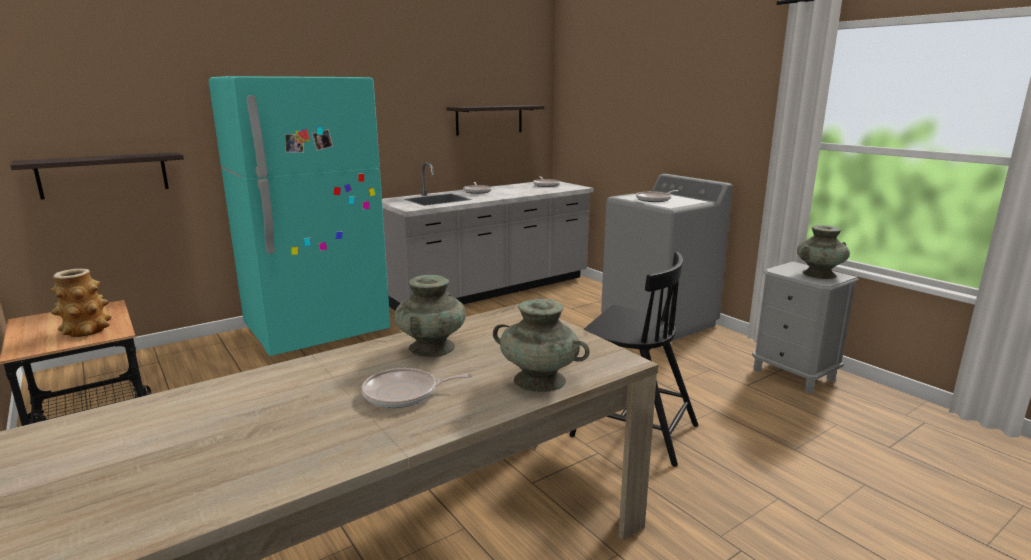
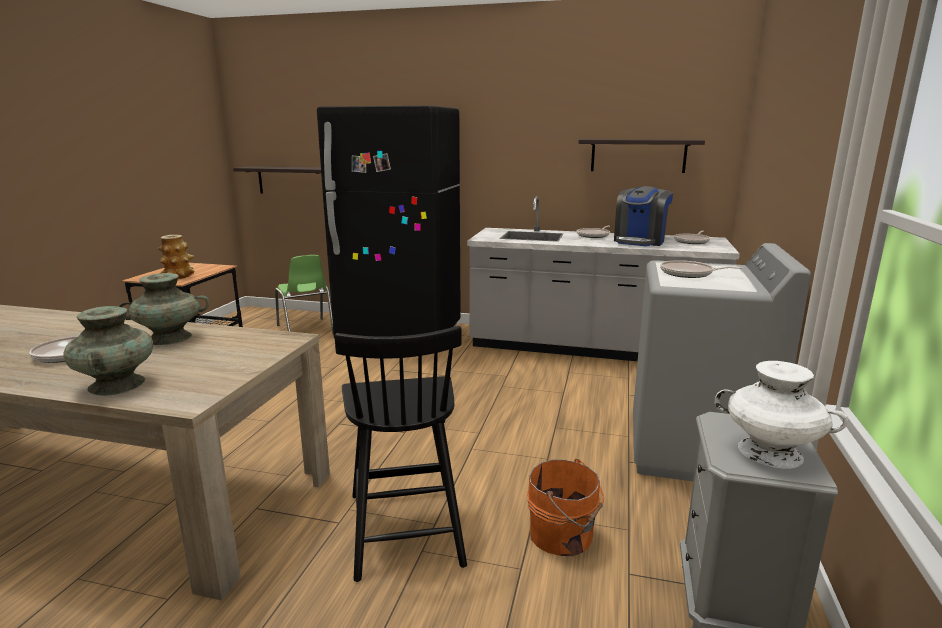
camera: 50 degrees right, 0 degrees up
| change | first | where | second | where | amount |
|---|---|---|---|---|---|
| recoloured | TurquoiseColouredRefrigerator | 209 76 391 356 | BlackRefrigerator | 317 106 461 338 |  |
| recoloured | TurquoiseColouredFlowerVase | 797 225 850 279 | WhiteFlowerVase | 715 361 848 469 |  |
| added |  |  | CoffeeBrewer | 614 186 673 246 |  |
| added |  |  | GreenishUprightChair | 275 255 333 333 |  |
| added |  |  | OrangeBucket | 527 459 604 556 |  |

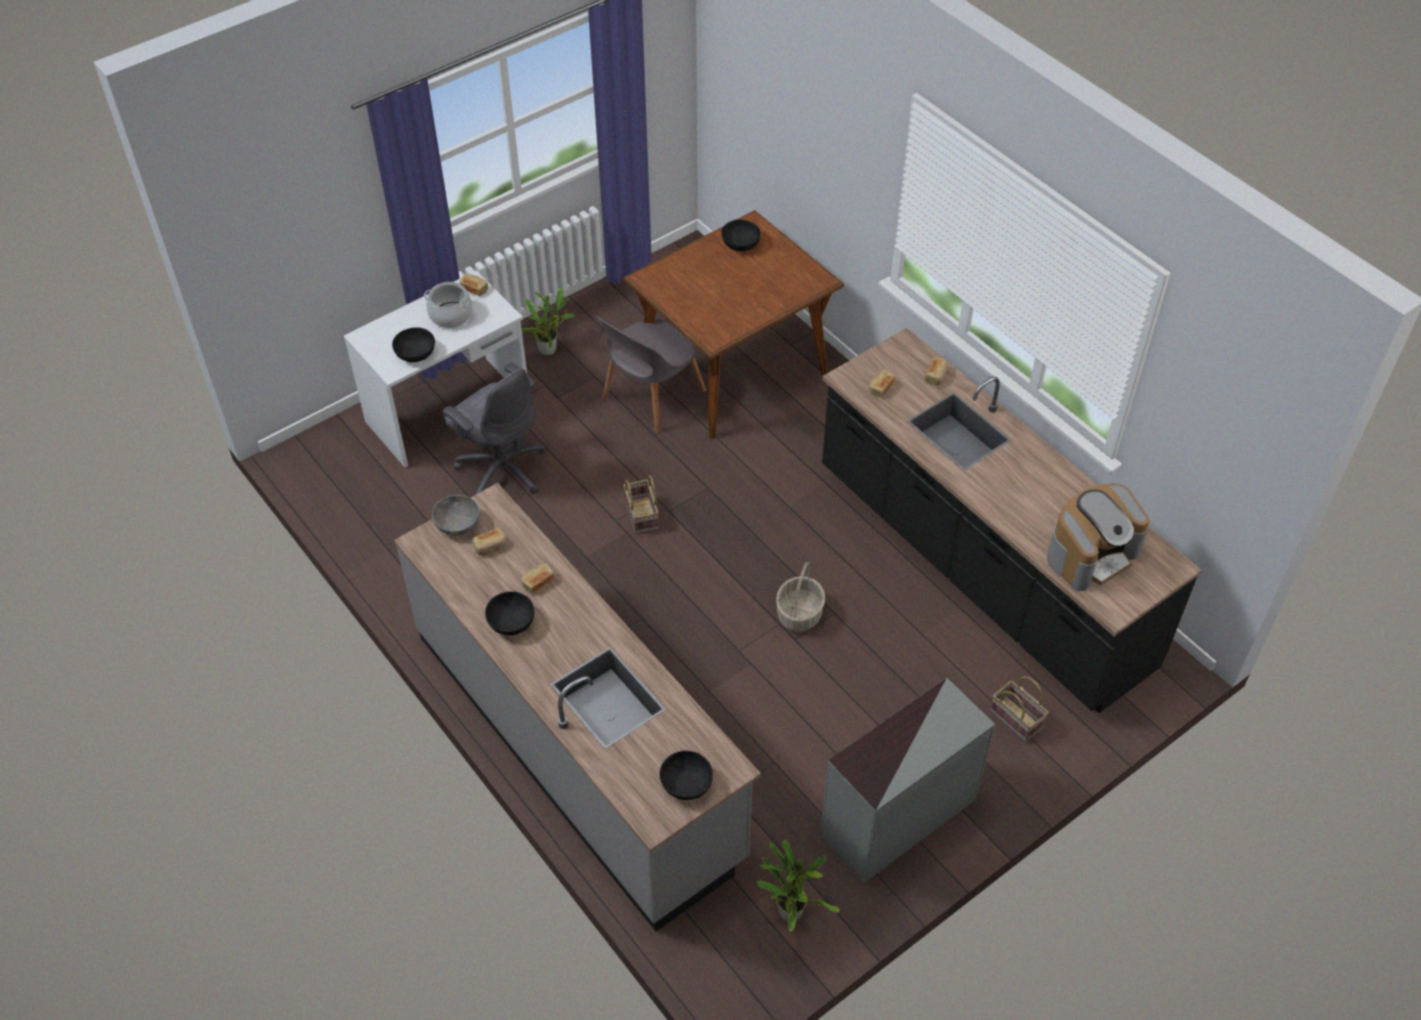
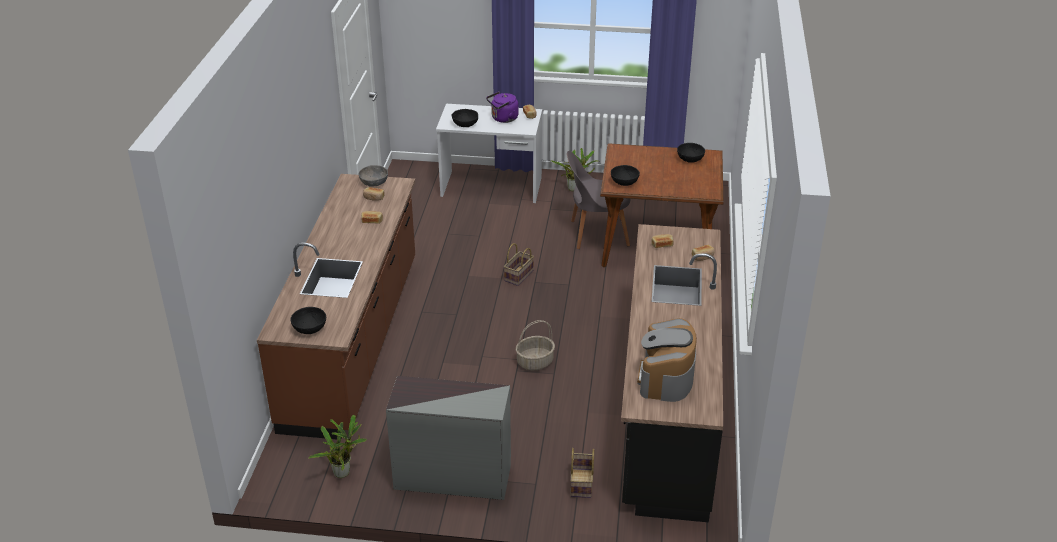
camera: 45 degrees right, 15 degrees down
| change | first | where | second | where | amount |
|---|---|---|---|---|---|
| replaced | CookingPot | 424 282 473 328 | PurpleTeaKettle | 486 91 519 123 |  |
| removed | GreyOfficeChair | 443 363 545 495 |  |  |  |
| recoloured | GreyCounter | 394 483 761 931 | BrownCounter | 257 174 415 439 |  |
| turned | CoffeeBrewer | 1047 483 1150 591 |  | 637 318 697 402 | 90 degrees clockwise |
| moved | BlackDeepDish | 485 591 534 635 |  | 611 165 640 186 |  |

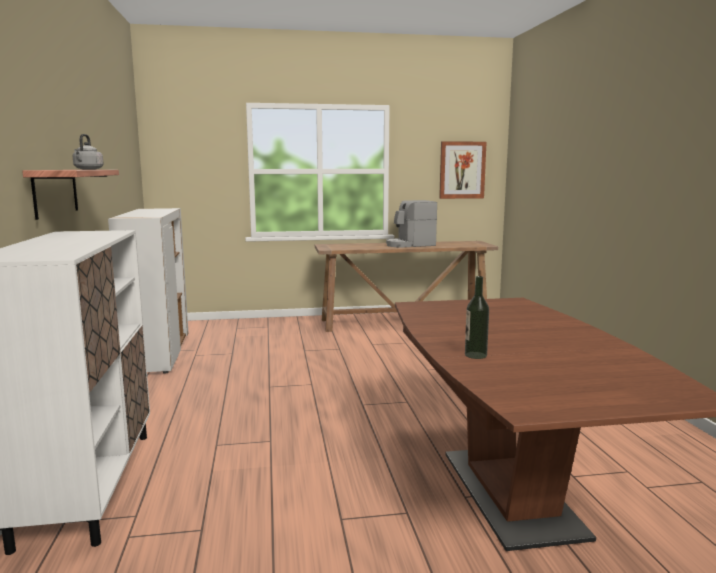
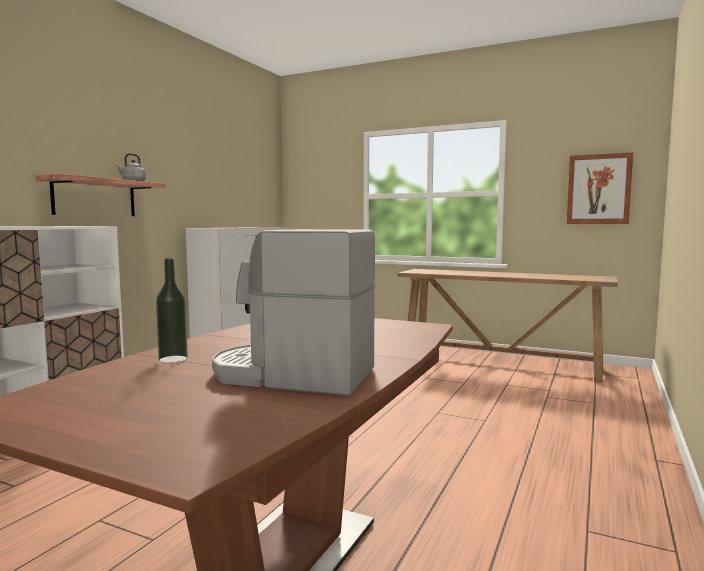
camera: 35 degrees right, 5 degrees down
| change | first | where | second | where | amount |
|---|---|---|---|---|---|
| moved | CoffeeBrewer | 386 200 437 248 |  | 212 229 376 396 |  |

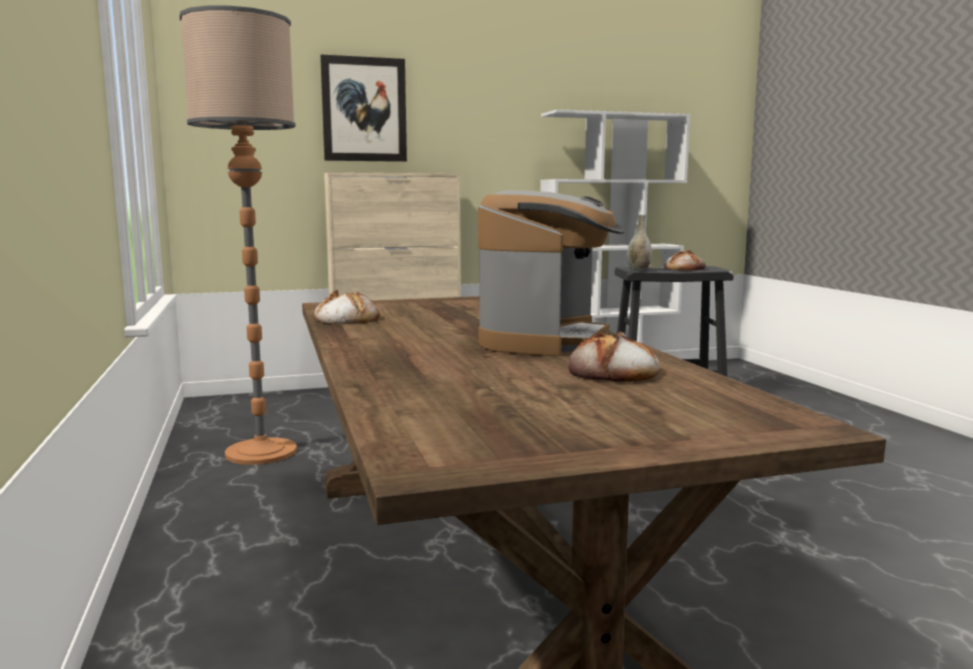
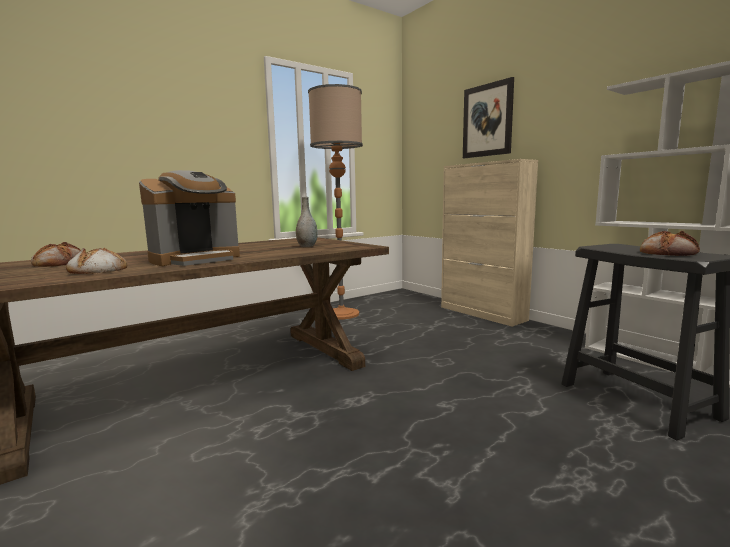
camera: 70 degrees right, 0 degrees up
| change | first | where | second | where | amount |
|---|---|---|---|---|---|
| turned | CoffeeBrewer | 478 190 625 356 |  | 139 170 240 266 | 45 degrees counterclockwise |
| moved | GreyFlowerVase | 627 214 652 271 |  | 296 197 318 247 |  |
| moved | BakeryBread | 314 290 380 324 |  | 31 242 81 267 |  |

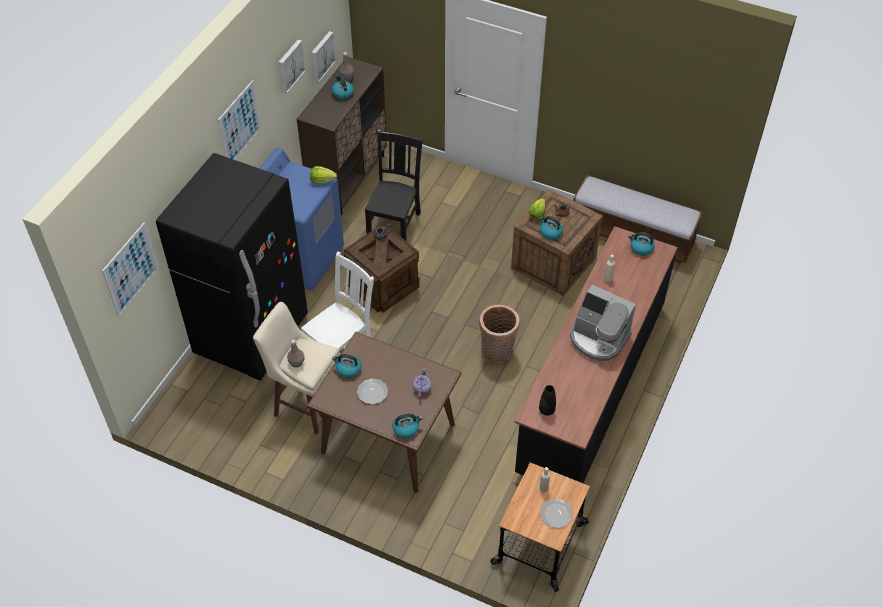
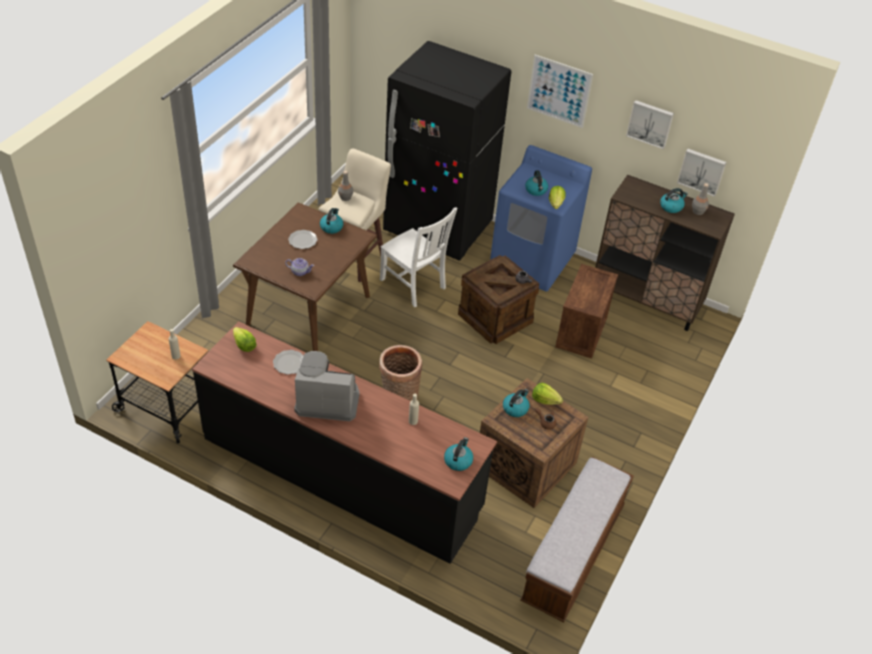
camera: 90 degrees right, 5 degrees down
| change | first | where | second | where | amount |
|---|---|---|---|---|---|
| replaced | BlackUprightChair | 365 129 423 241 | ShippingCrate | 555 264 618 358 |  |
| removed | WallPicture | 102 222 159 317 |  |  |  |
| turned | CoffeeBrewer | 570 285 636 361 |  | 294 351 359 421 | 60 degrees clockwise |
| replaced | BlackFlowerVase | 539 385 556 415 | HeadOfLettuce | 233 327 257 352 |  |
| moved | TeaKettle | 392 414 422 438 |  | 525 170 548 196 |  |
| moved | Plate | 540 498 573 528 |  | 273 350 304 375 |  |

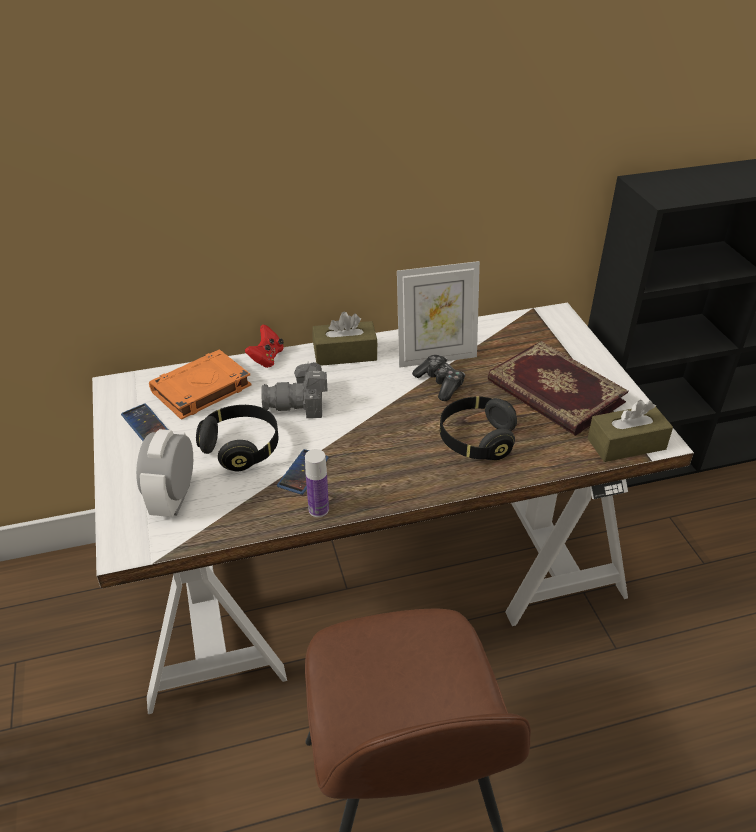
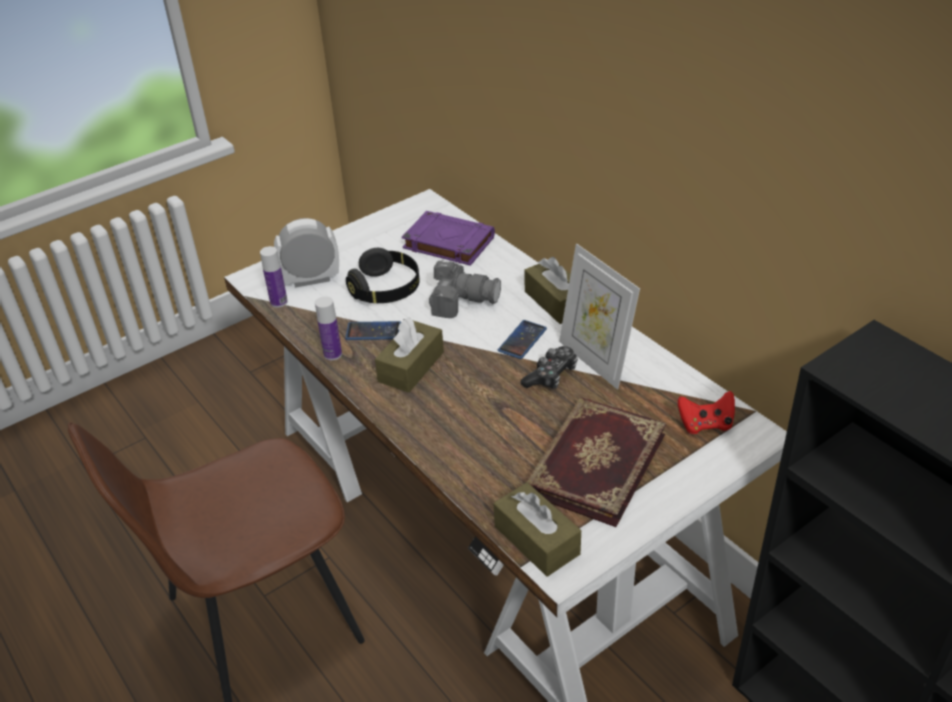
camera: 70 degrees right, 0 degrees up
| change | first | where | second | where | amount |
|---|---|---|---|---|---|
| moved | ReddishJoypad | 245 325 284 368 |  | 678 391 735 434 |  |
| recoloured | OrangeBoundBook | 149 349 252 420 | PurpleBoundBook | 402 211 495 266 |  |
| turned | StillCamera | 262 361 328 418 |  | 429 260 501 318 | 135 degrees clockwise |
| removed | BlackPairOfHeadphones | 440 397 517 460 |  |  |  |
| moved | Handset | 121 403 168 441 |  | 498 320 547 359 |  |
| added |  |  | Bottle | 260 246 288 308 |  |
| added |  |  | BrownTissueHolder | 375 317 444 393 |  |

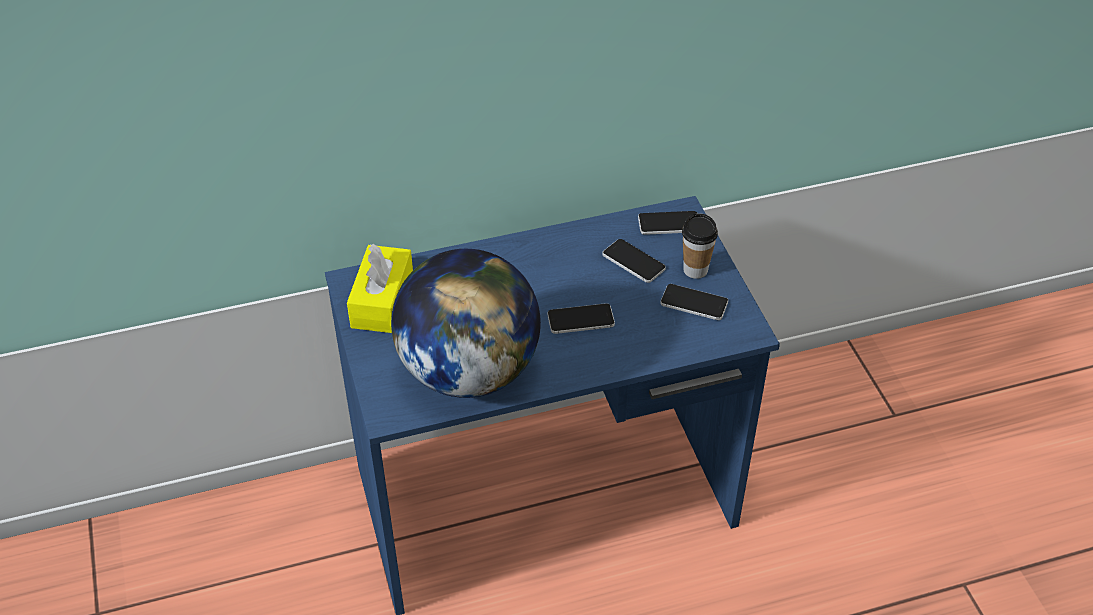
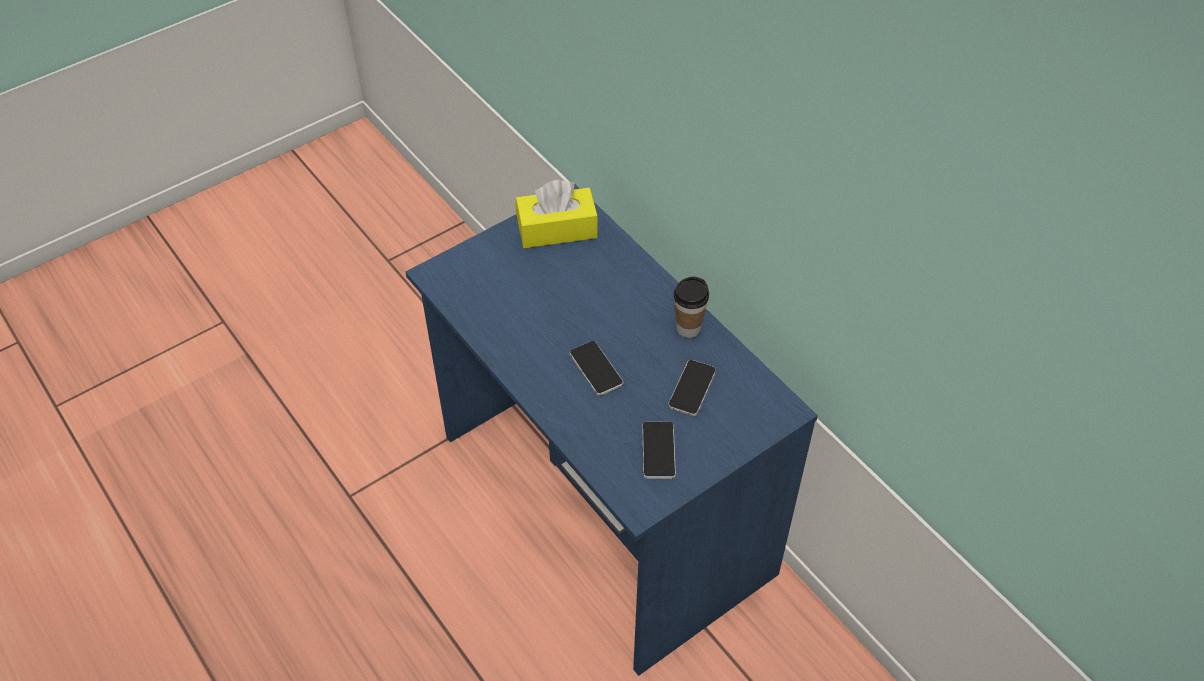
camera: 70 degrees right, 5 degrees up
| change | first | where | second | where | amount |
|---|---|---|---|---|---|
| removed | Handset | 638 211 697 235 |  |  |  |
| moved | DrinkingCup | 682 213 718 279 |  | 674 277 709 338 |  |
| removed | DeskGlobe | 391 249 541 398 |  |  |  |

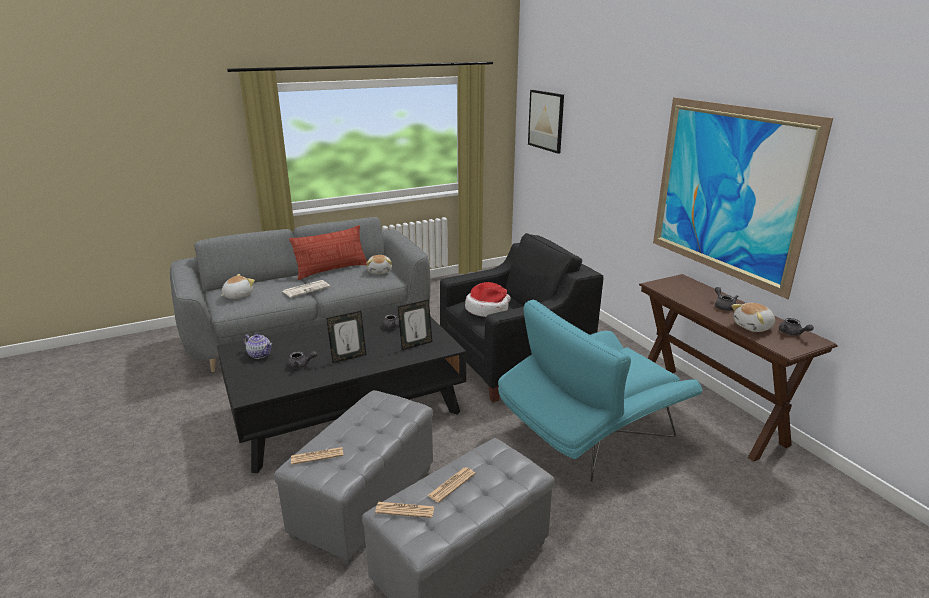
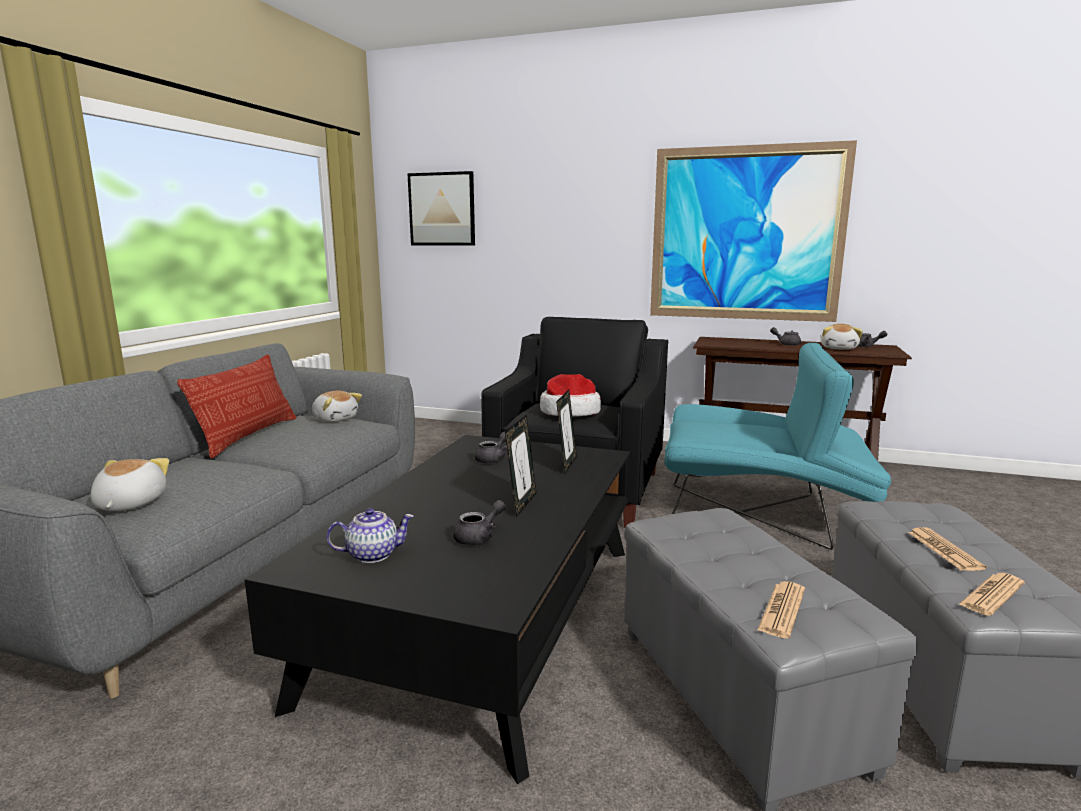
camera: 45 degrees left, 10 degrees down
| change | first | where | second | where | amount |
|---|---|---|---|---|---|
| removed | PrintedPaper | 283 280 330 297 |  |  |  |
| turned | TurquoiseColouredLoungeChair | 498 299 703 482 |  | 665 343 891 550 | 90 degrees counterclockwise |

